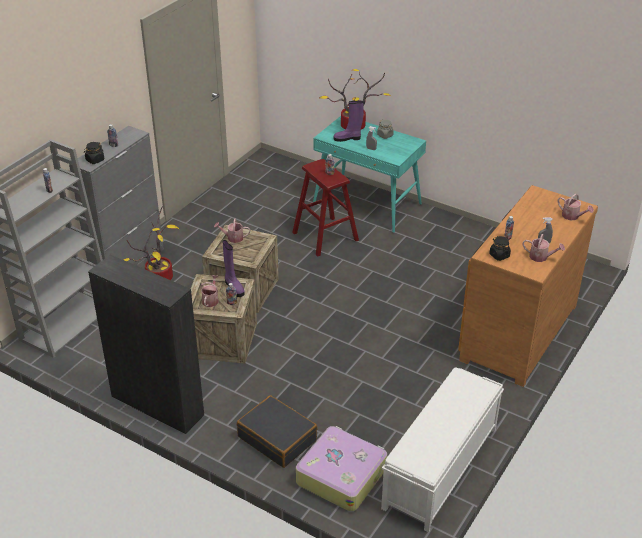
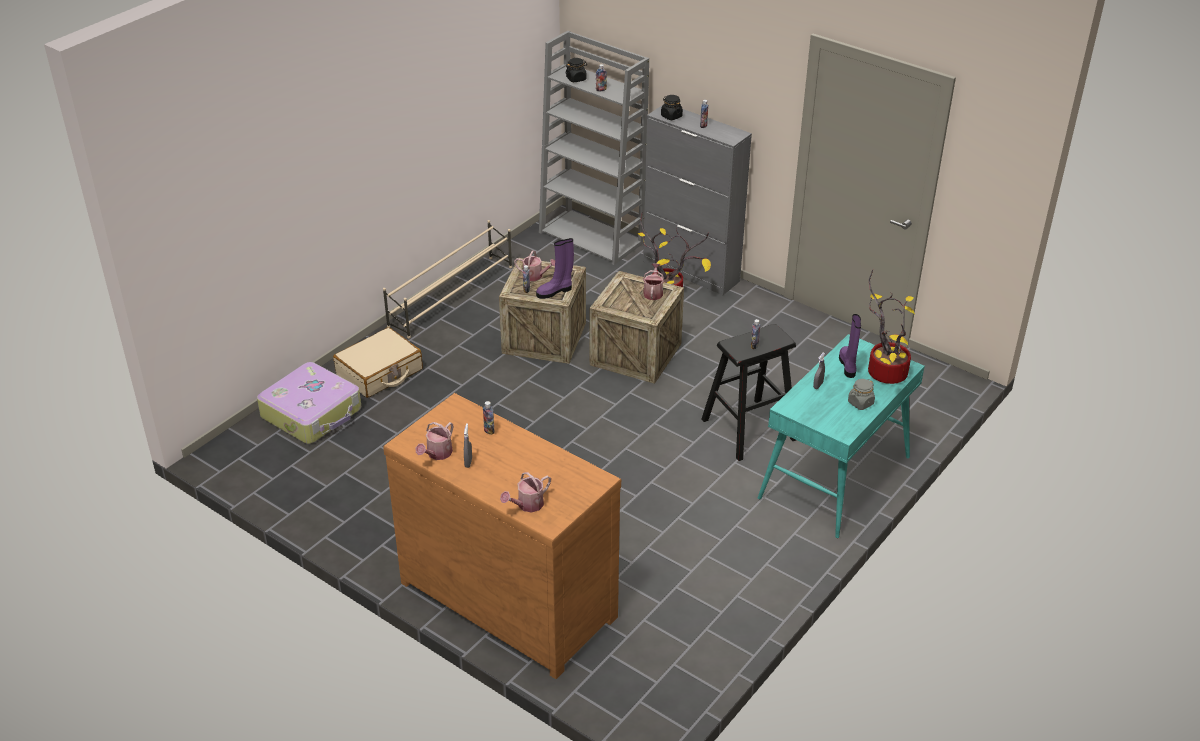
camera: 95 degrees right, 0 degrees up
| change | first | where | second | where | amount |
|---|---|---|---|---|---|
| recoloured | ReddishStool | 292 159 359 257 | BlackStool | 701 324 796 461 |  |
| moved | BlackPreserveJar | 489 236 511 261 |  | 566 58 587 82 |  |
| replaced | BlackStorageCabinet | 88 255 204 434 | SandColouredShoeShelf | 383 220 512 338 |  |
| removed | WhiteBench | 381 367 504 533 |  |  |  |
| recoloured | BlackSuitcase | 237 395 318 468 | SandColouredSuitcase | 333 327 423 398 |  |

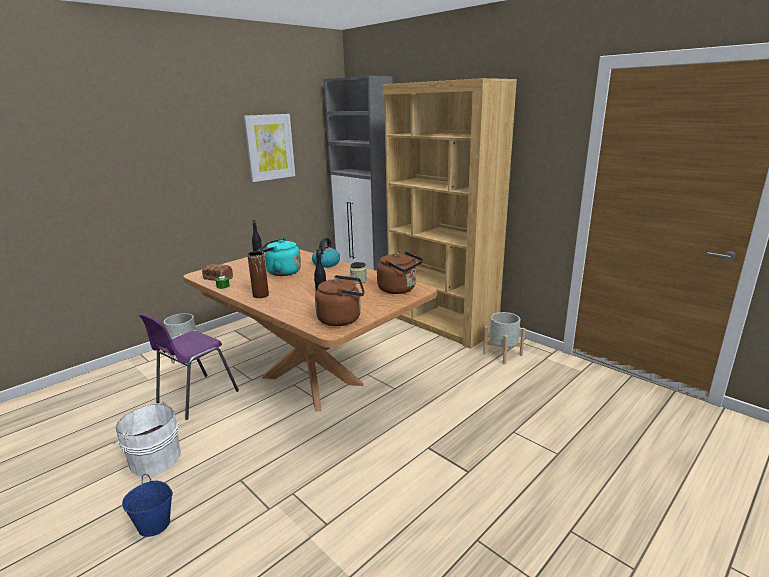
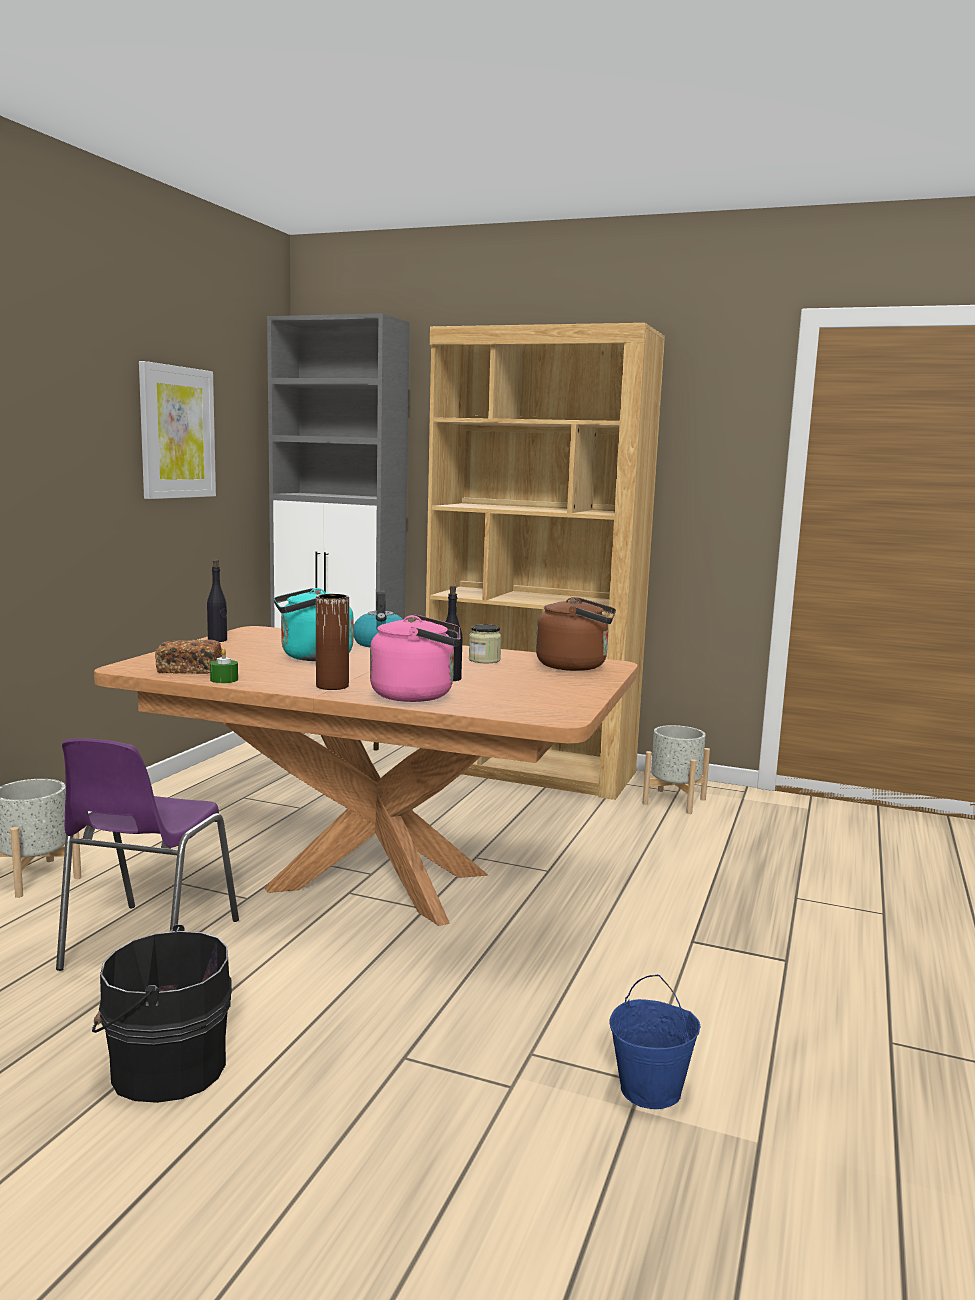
camera: 25 degrees left, 10 degrees down
| change | first | where | second | where | amount |
|---|---|---|---|---|---|
| removed | BrownTeaKettle | 315 275 364 326 |  |  |  |
| recoloured | WhiteBucket | 113 402 181 477 | BlackBucket | 92 924 232 1103 |  |
| moved | BluishBucket | 122 474 173 537 |  | 609 975 701 1109 |  |
| added |  |  | PinkTeaKettle | 370 615 461 702 |  |

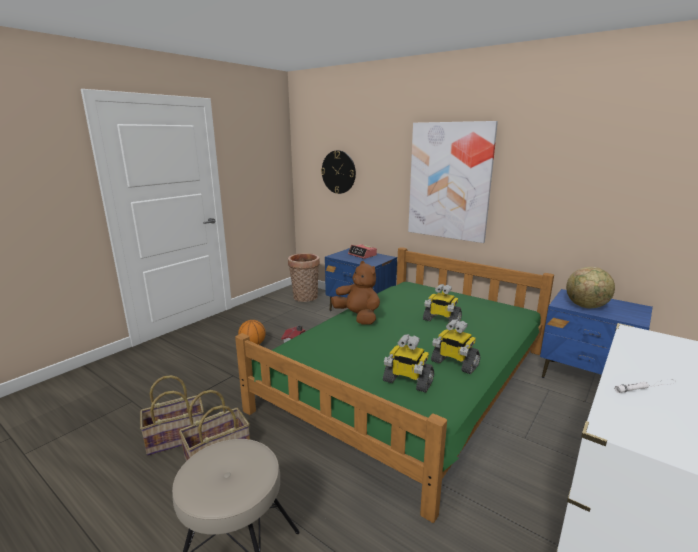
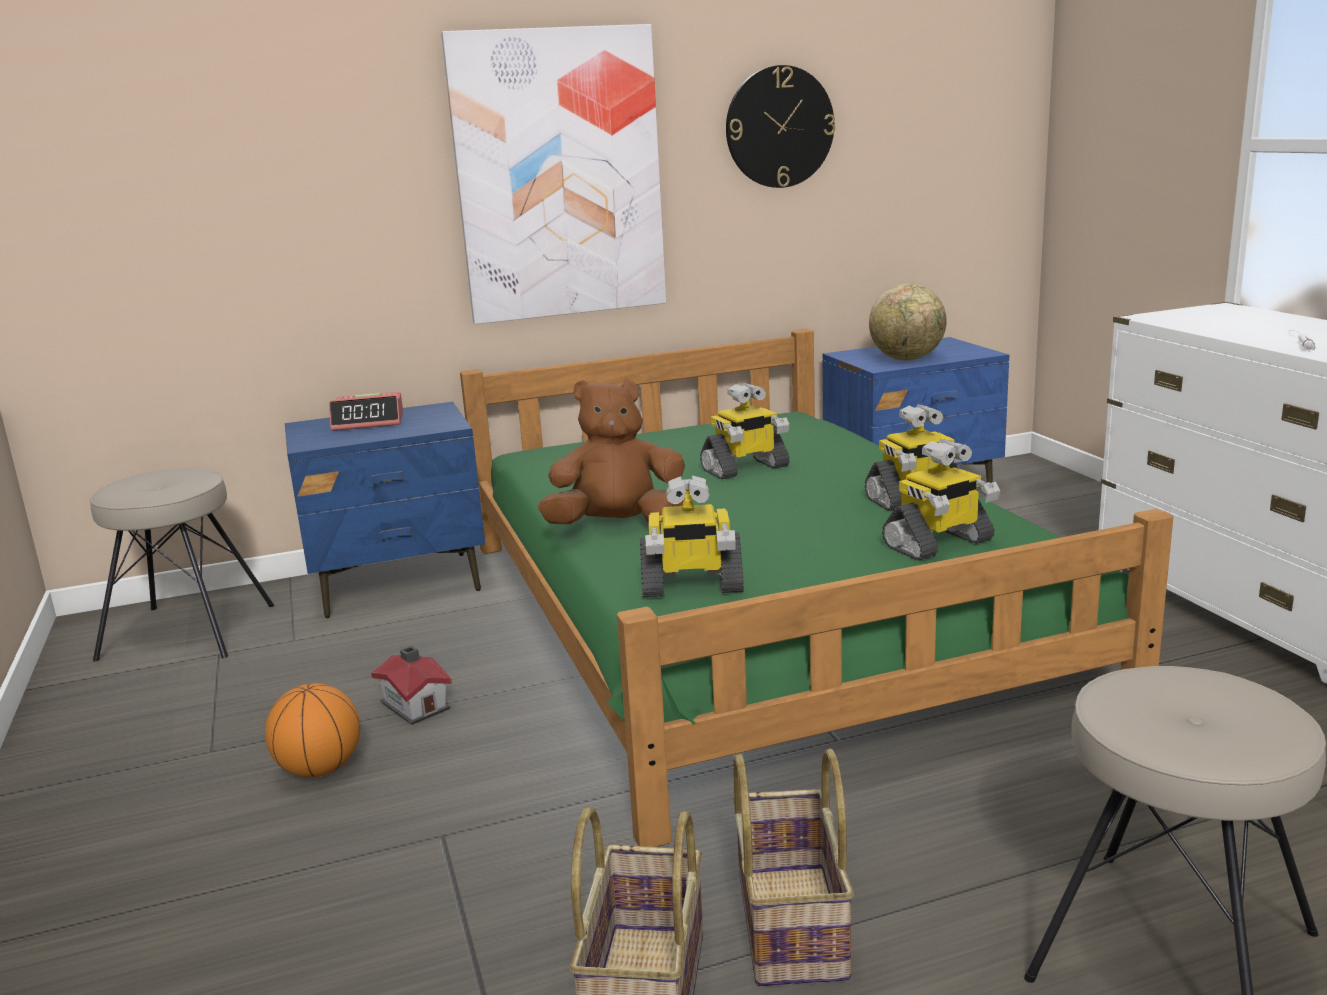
camera: 55 degrees left, 0 degrees up
| change | first | where | second | where | amount |
|---|---|---|---|---|---|
| moved | WallClock | 321 150 356 194 |  | 726 65 835 188 |  |
| replaced | HouseholdBasket | 288 253 320 302 | SandColouredStool | 90 468 274 661 |  |
| added |  |  | ToyRobot | 640 475 744 597 |  |

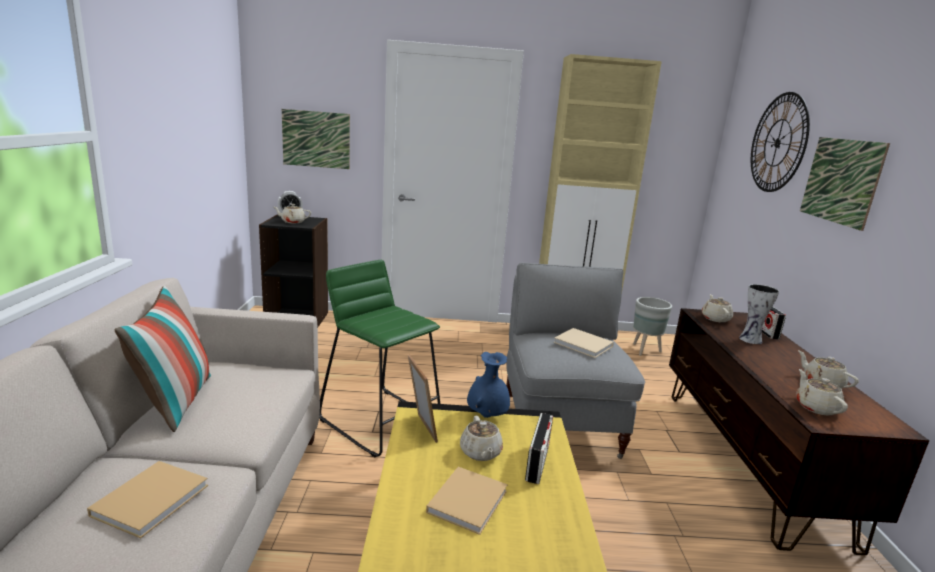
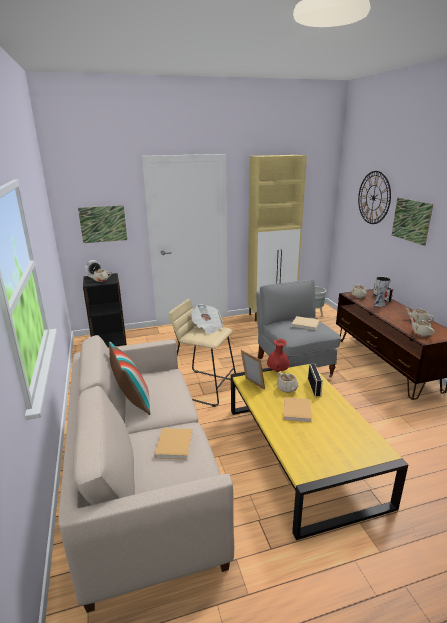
camera: 15 degrees left, 5 degrees up
| change | first | where | second | where | amount |
|---|---|---|---|---|---|
| recoloured | GreenishStool | 319 260 440 457 | SandColouredStool | 168 299 236 407 |  |
| recoloured | BluishFlowerVase | 467 352 510 418 | ReddishFlowerVase | 267 339 289 372 |  |
| added |  |  | PrintedPaper | 191 304 224 334 |  |

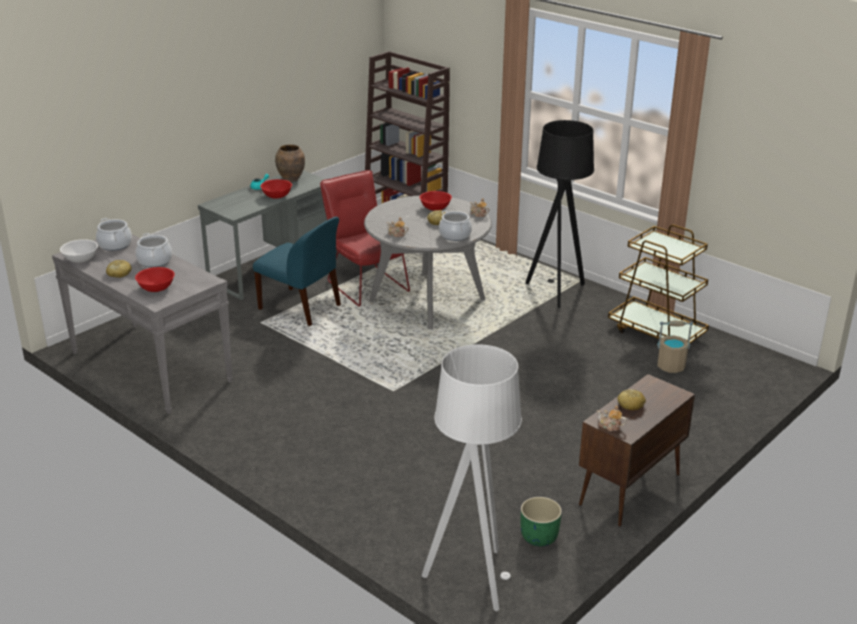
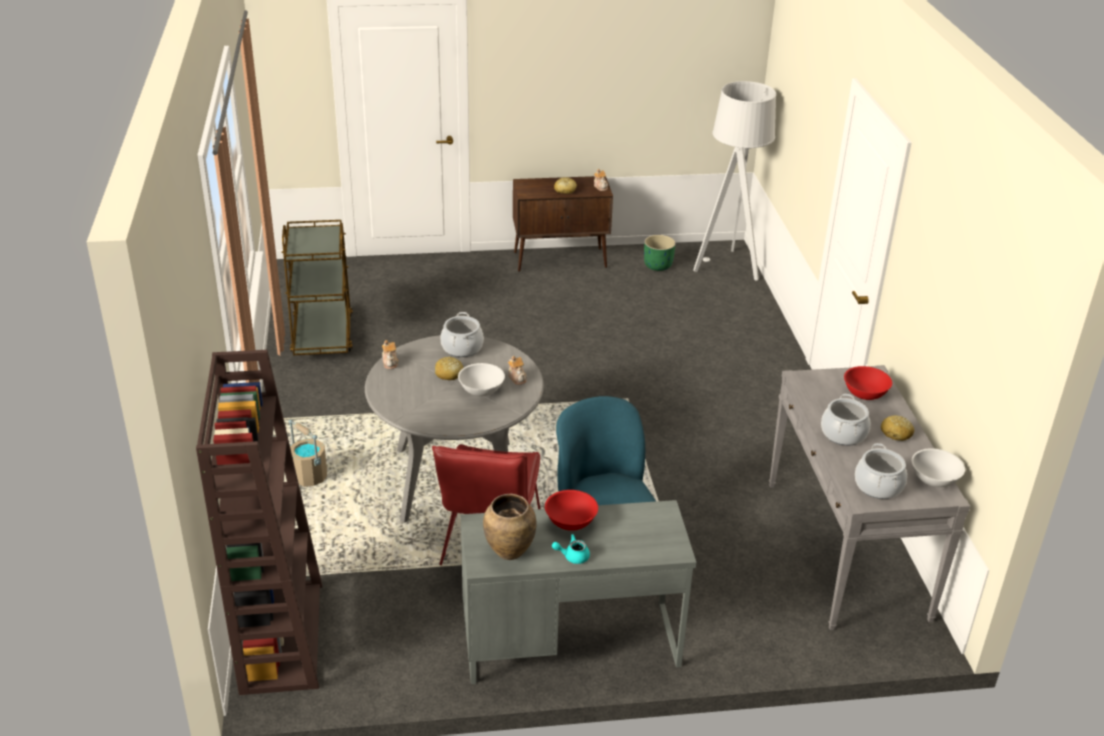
camera: 140 degrees left, 5 degrees up
| change | first | where | second | where | amount |
|---|---|---|---|---|---|
| removed | BlackStandardLamp | 525 120 594 308 |  |  |  |
| removed | ReddishDeepDish | 419 191 452 211 |  |  |  |
| moved | SandColouredBucket | 657 321 693 373 |  | 289 420 327 487 |  |
| added |  |  | WhiteDeepDish | 458 363 505 396 |  |

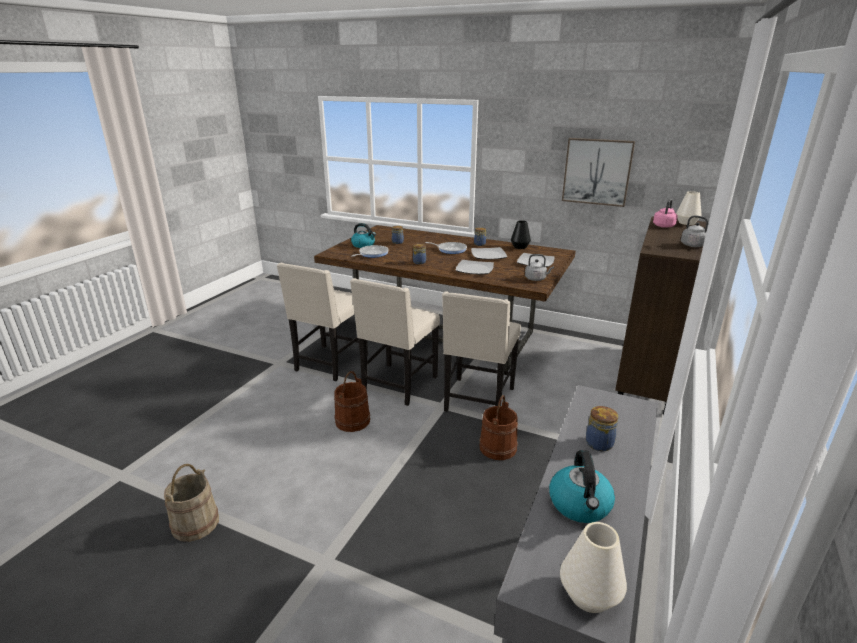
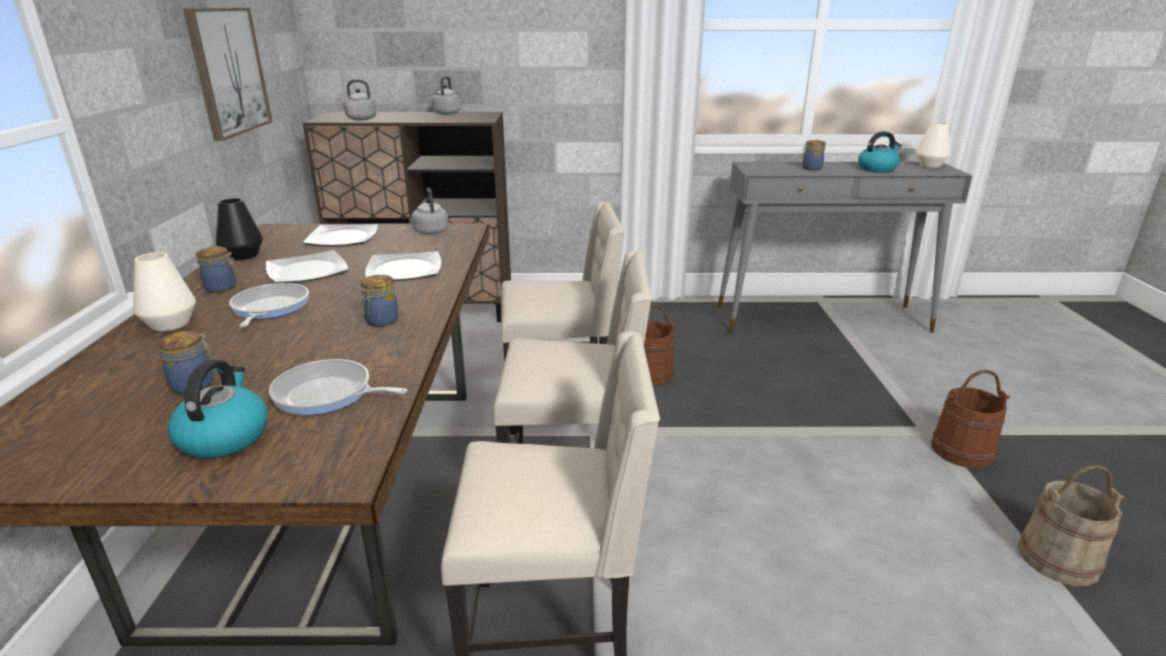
camera: 115 degrees left, 0 degrees up
| change | first | where | second | where | amount |
|---|---|---|---|---|---|
| moved | WhiteFlowerVase | 676 191 702 225 |  | 133 252 196 331 |  |
| recoloured | PinkTeaKettle | 653 199 678 228 | GreyTeaKettle | 338 80 376 120 |  |
| moved | BrownBucket | 334 371 370 432 |  | 931 370 1010 468 |  |

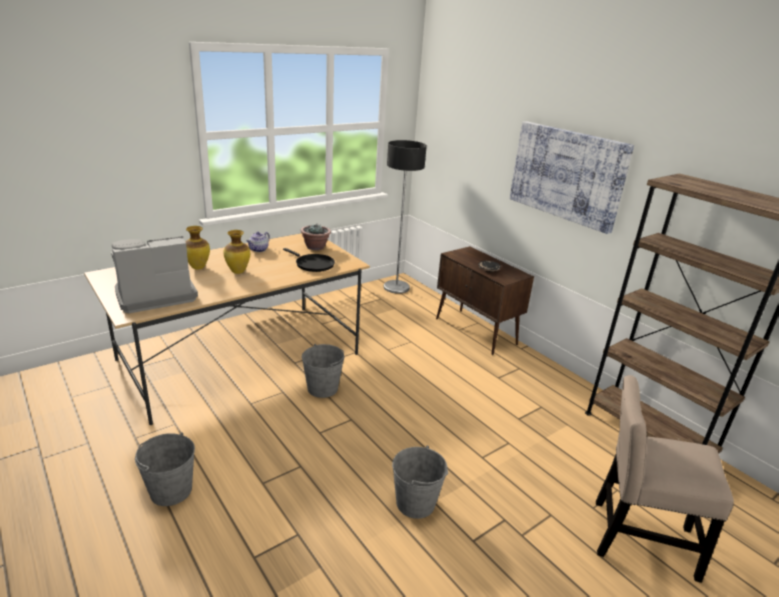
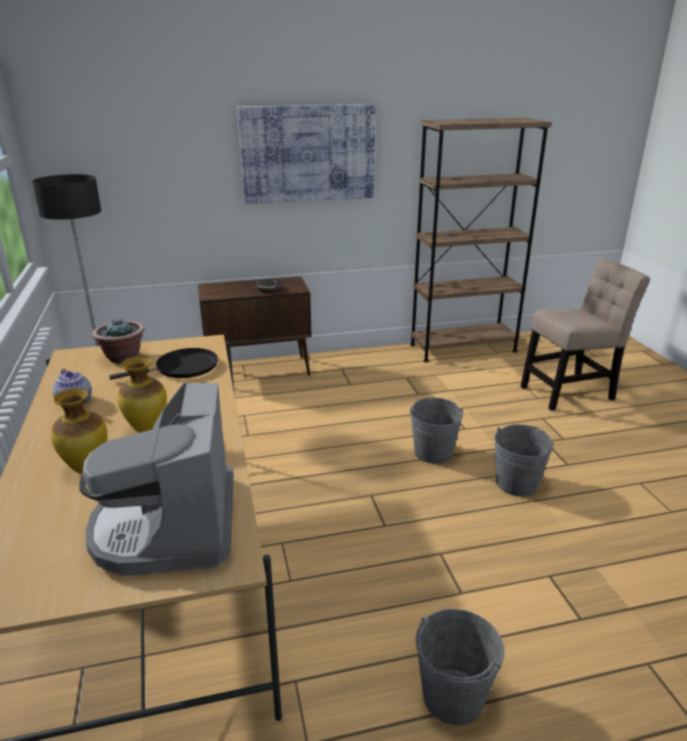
camera: 65 degrees left, 0 degrees up
| change | first | where | second | where | amount |
|---|---|---|---|---|---|
| moved | GreyBucket | 302 344 344 398 |  | 410 397 463 464 |  |
| turned | SandColouredUprightChair | 596 375 734 583 |  | 520 258 650 411 | 150 degrees counterclockwise |

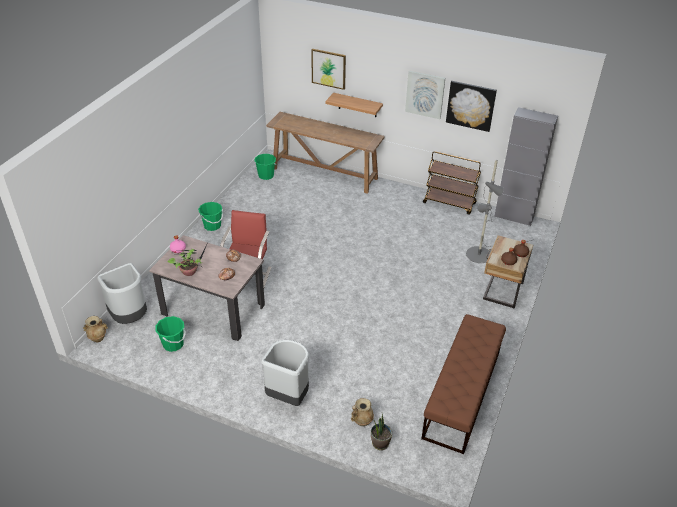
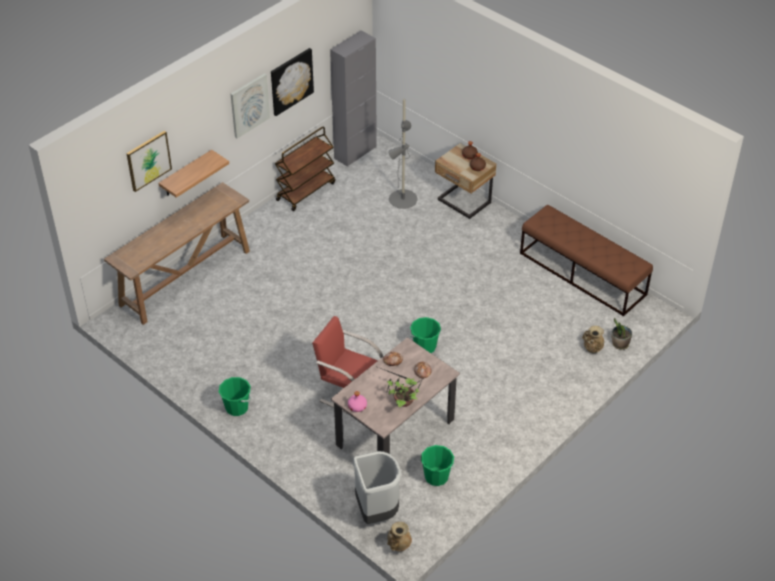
camera: 70 degrees left, 5 degrees up
| change | first | where | second | where | amount |
|---|---|---|---|---|---|
| moved | GreenishBucket | 254 154 277 180 |  | 410 317 441 353 |  |
| removed | GreyRubbishBin | 261 340 310 406 |  |  |  |

